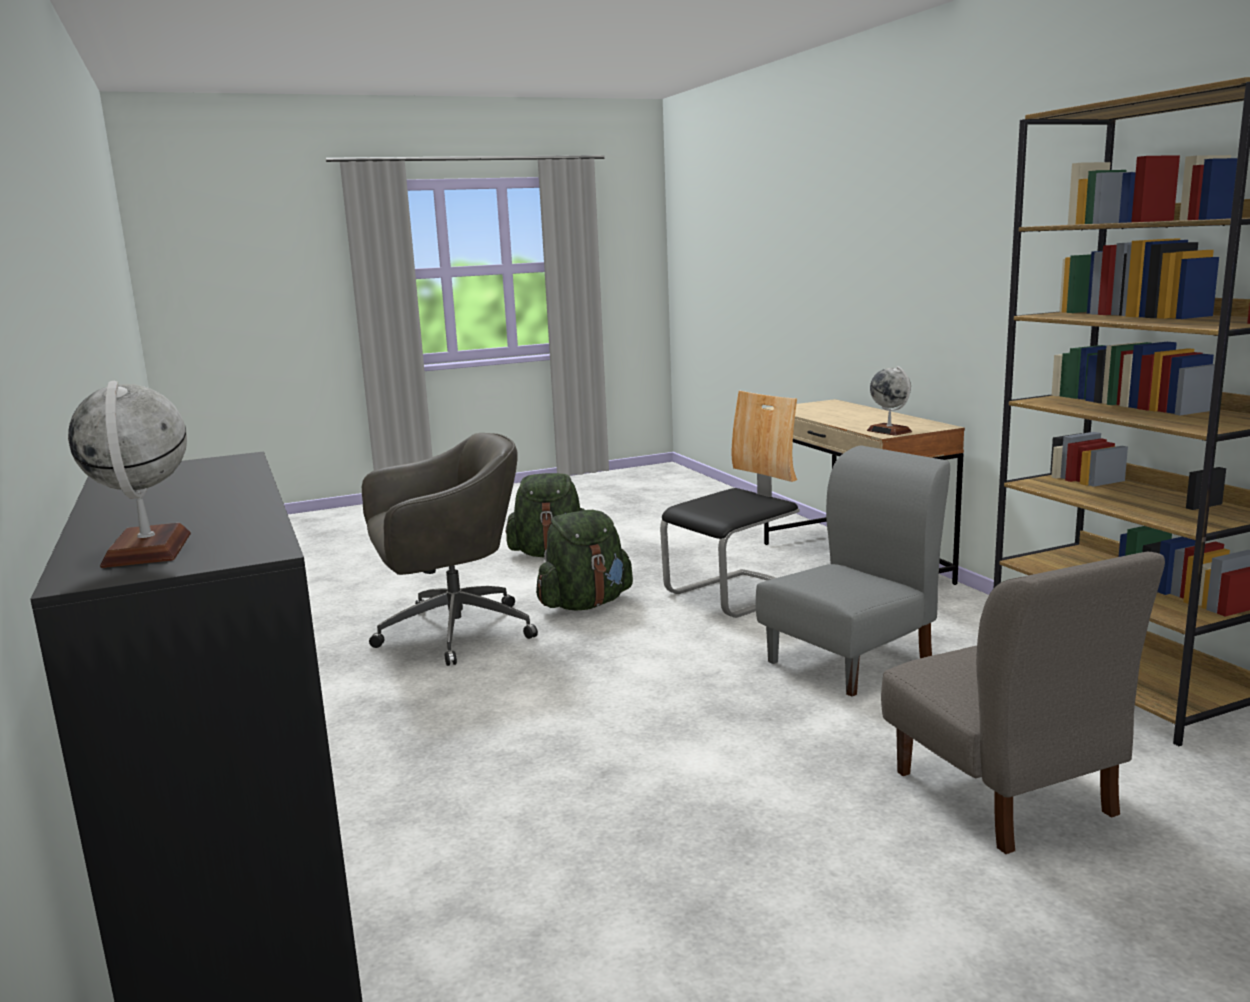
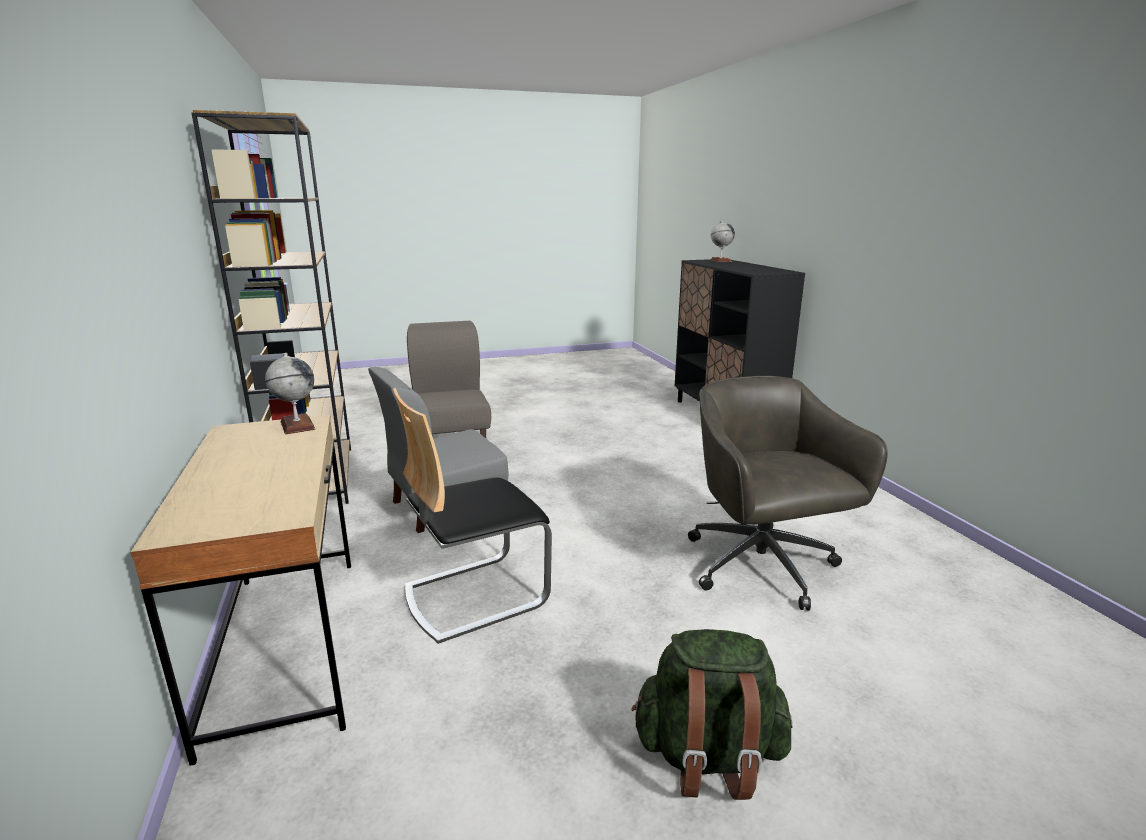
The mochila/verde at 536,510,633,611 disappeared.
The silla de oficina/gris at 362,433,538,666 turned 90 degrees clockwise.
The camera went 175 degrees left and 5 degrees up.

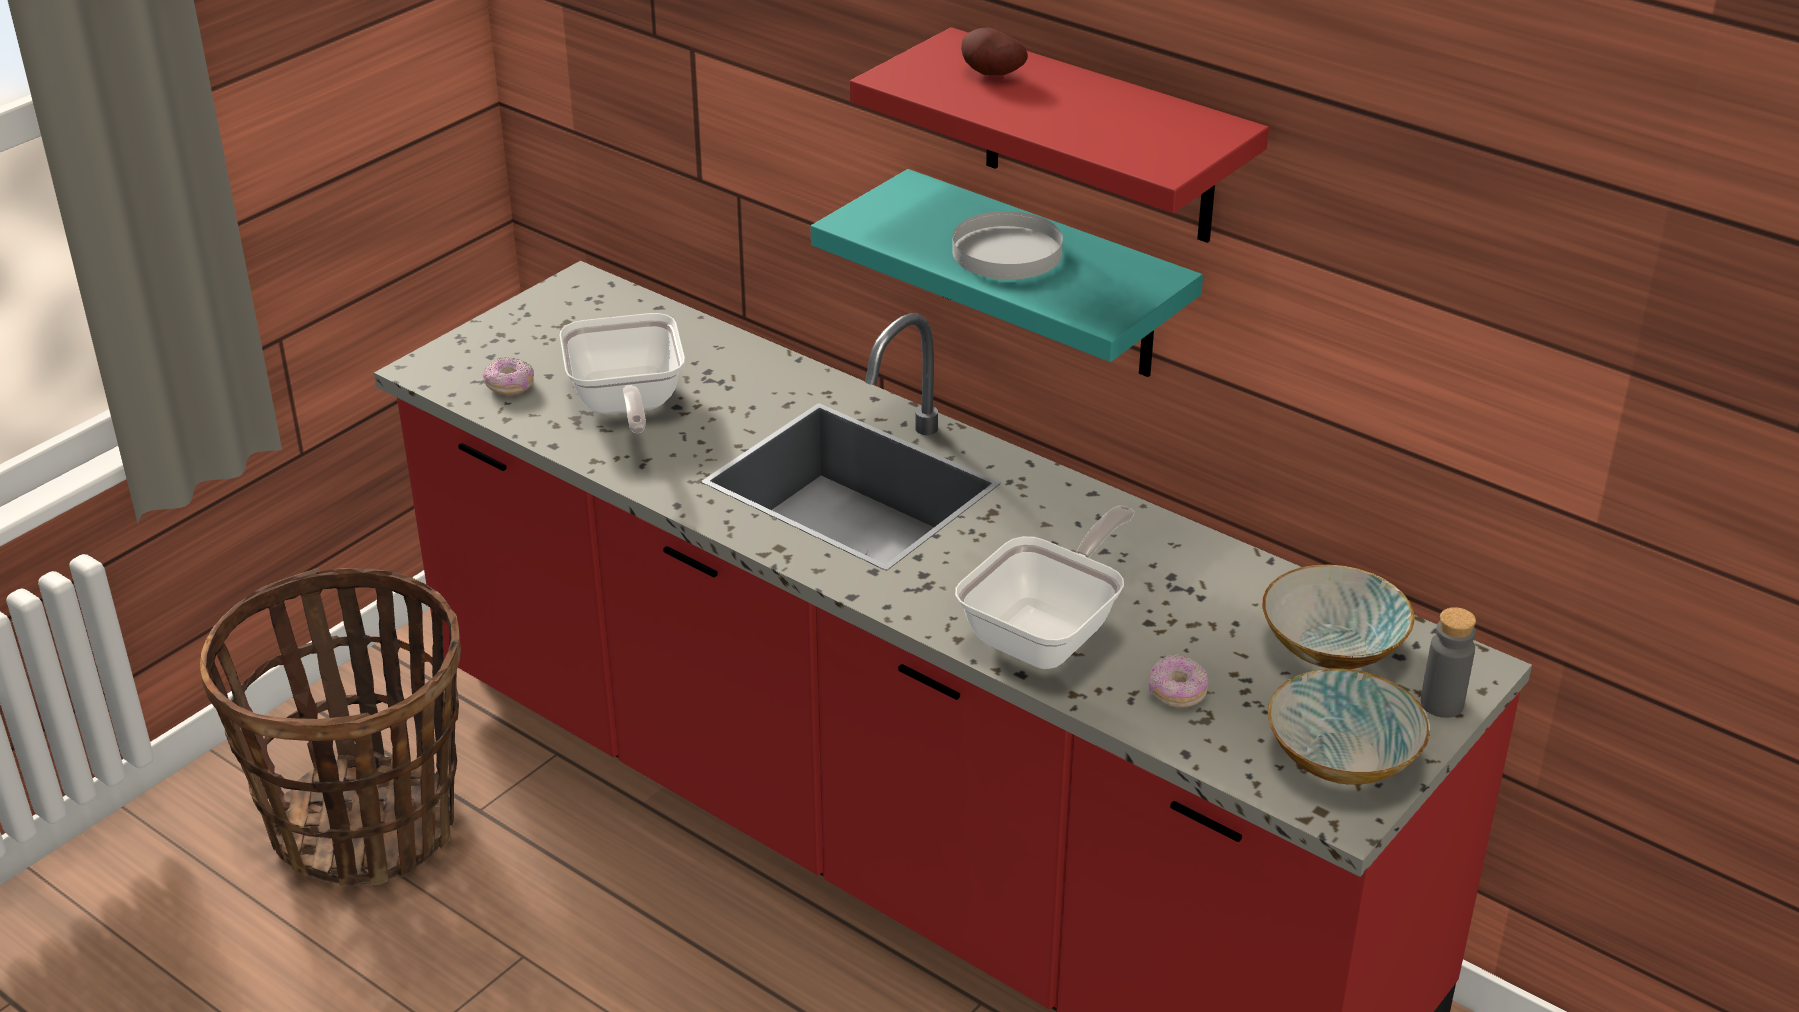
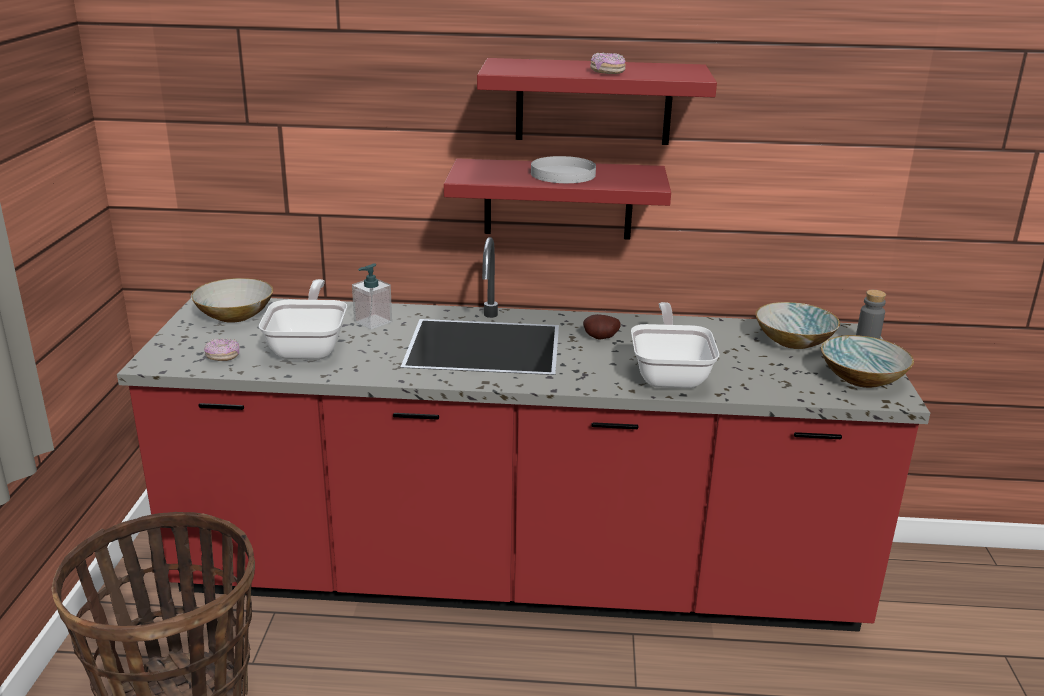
The cuenco at 191,278,273,323 appeared.
The dispensador de jabón at 352,263,392,330 appeared.
The patata moved from 961,28,1028,75 to 583,314,621,340.
The rosquilla moved from 1149,654,1208,708 to 590,53,626,74.
The estante/turquesa at 811,169,1203,377 became the estante/rojo at 444,158,671,240.
The sartén at 559,313,685,433 turned 135 degrees counterclockwise.
The camera went 35 degrees left and 10 degrees down.

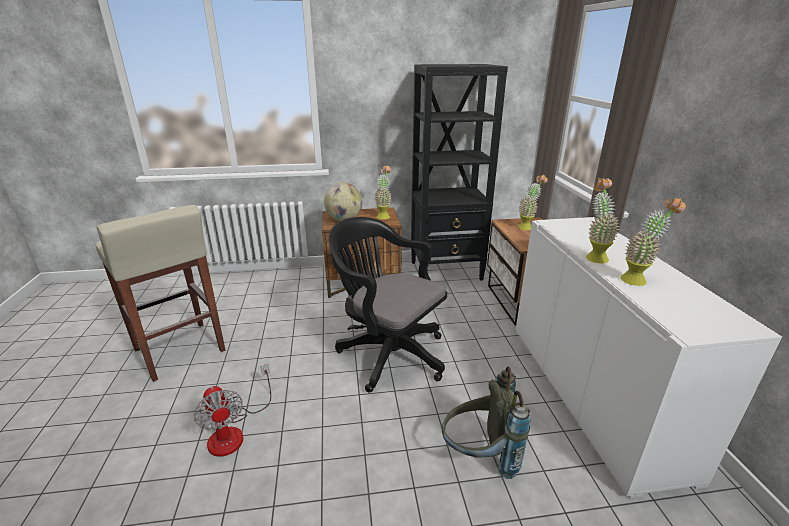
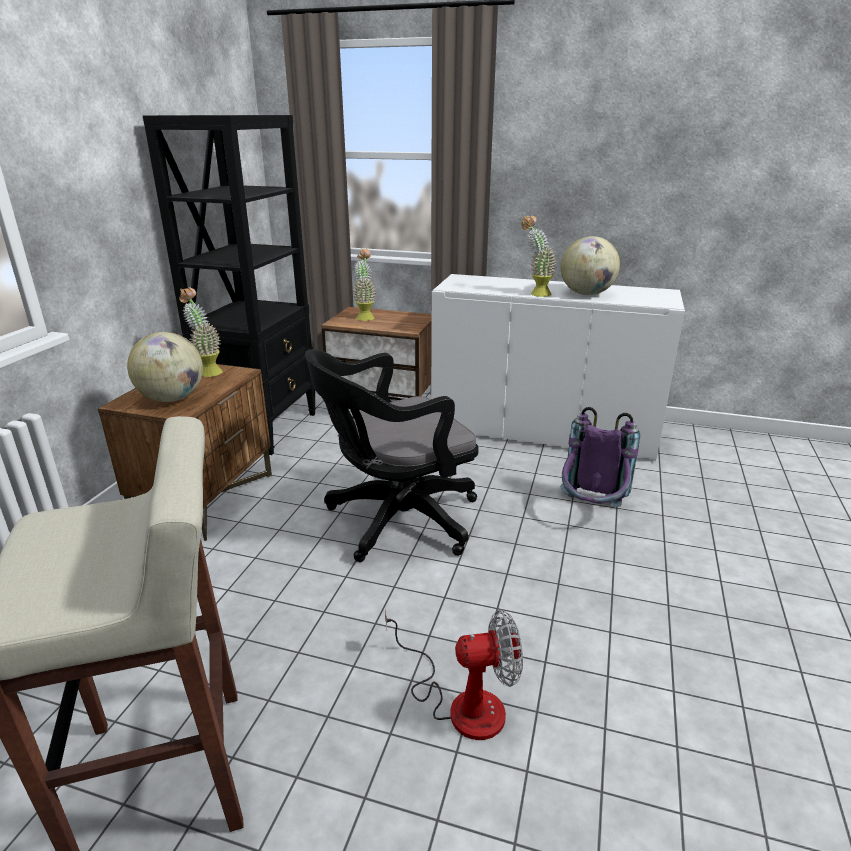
The planta en maceta at 620,198,686,286 was replaced by the globo terráqueo at 561,236,620,295.
The mochila/gris at 442,366,531,479 became the mochila/morado at 560,407,640,507.
The camera went 65 degrees left and 0 degrees up.

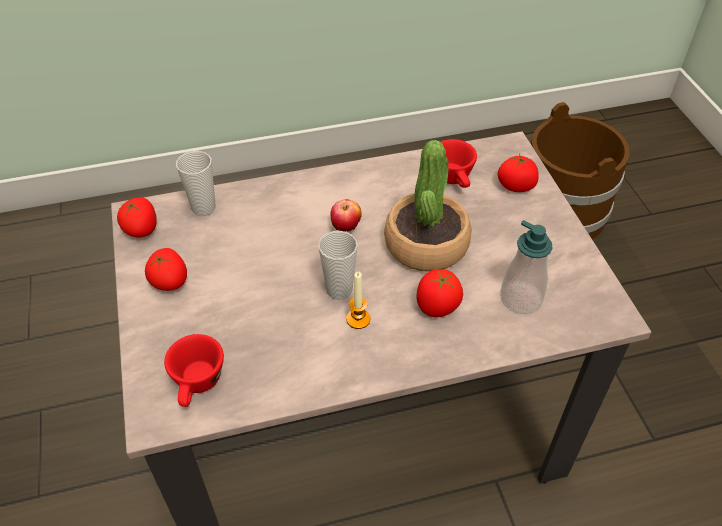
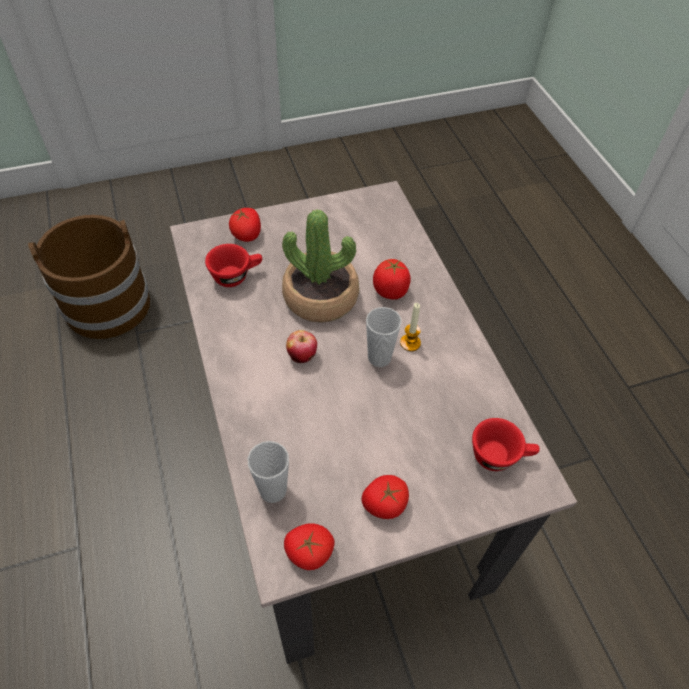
The dispensador de jabón at 500,220,553,314 disappeared.
The camera went 95 degrees left and 5 degrees up.

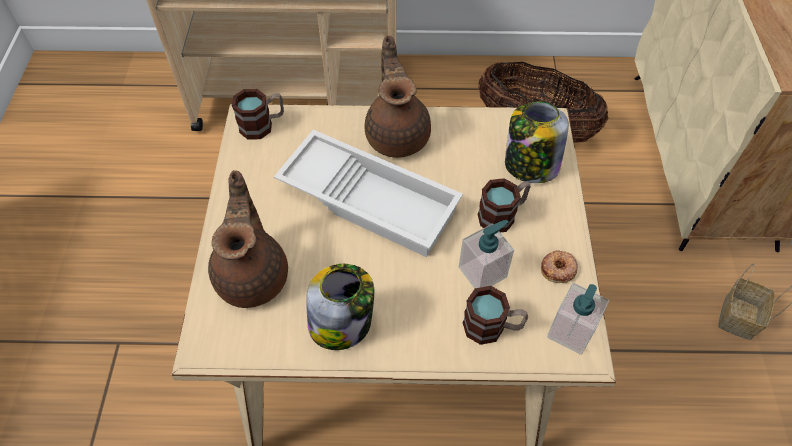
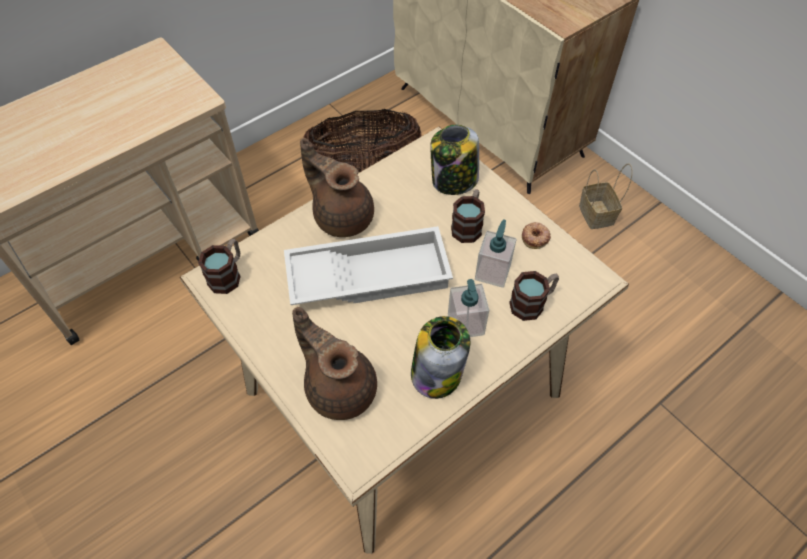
The dispensador de jabón moved from 547,283,609,355 to 448,279,489,337.
The camera went 40 degrees left and 0 degrees up.

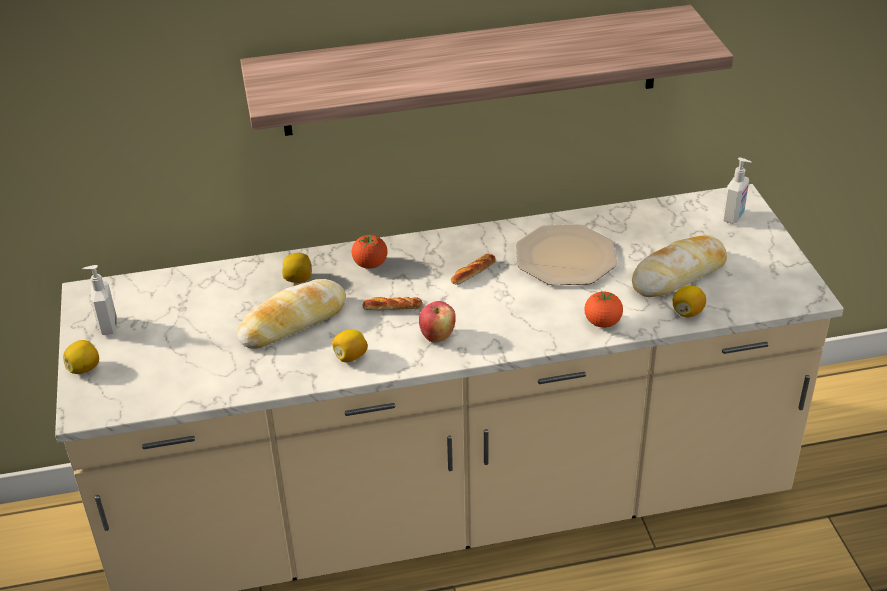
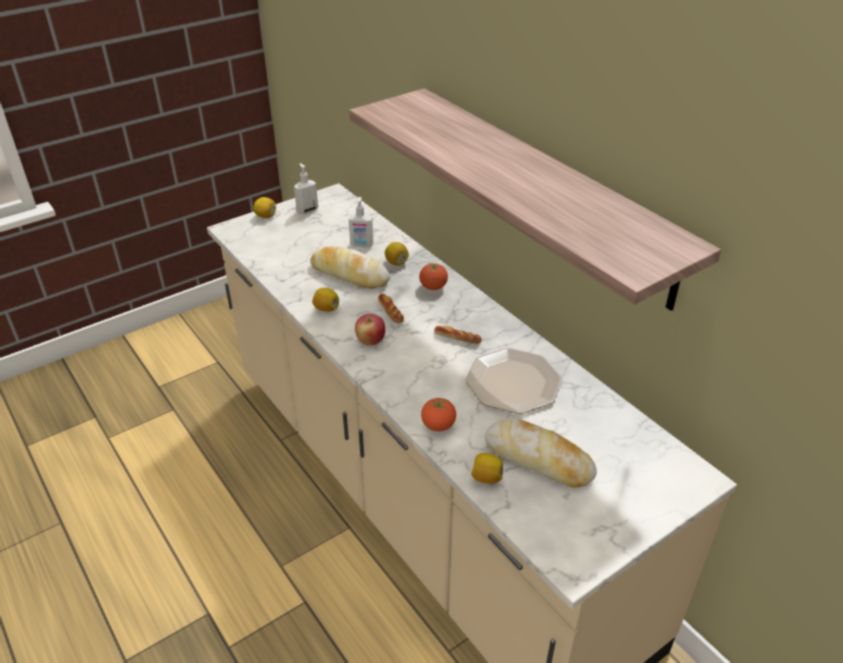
The dispensador de jabón moved from 723,158,751,224 to 349,197,373,248.
The camera went 65 degrees right and 0 degrees up.

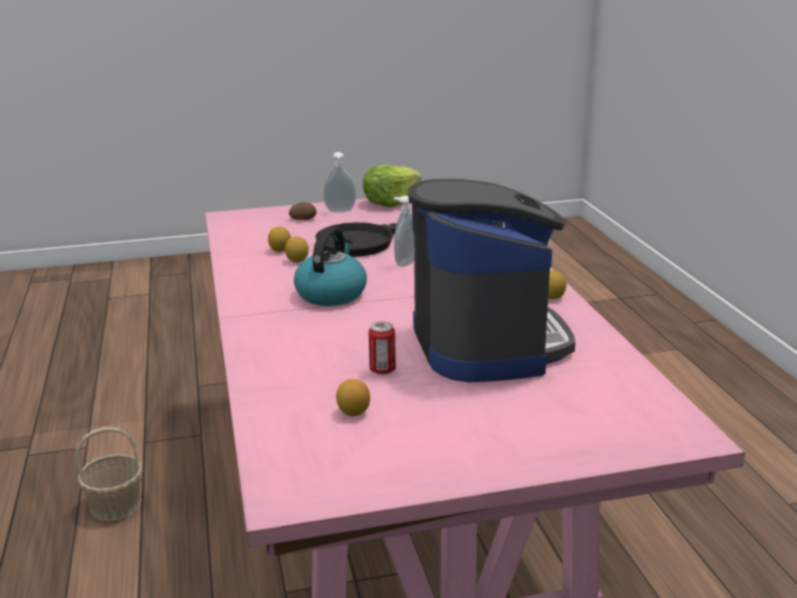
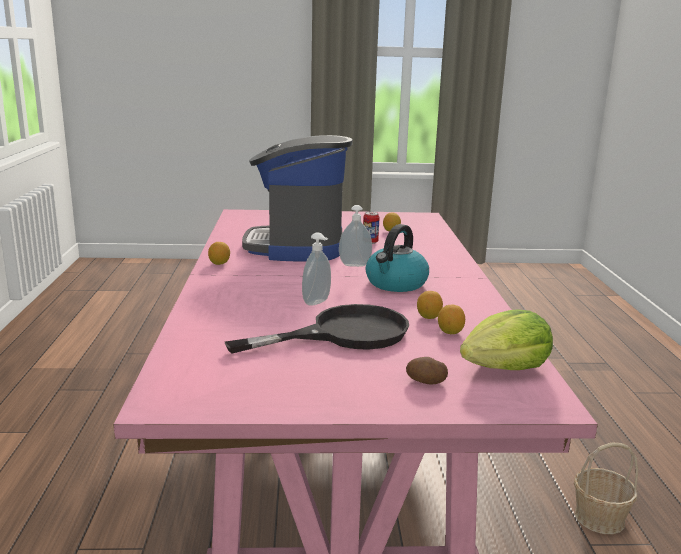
The dispensador de jabón moved from 324,152,356,212 to 339,205,372,267.
The lechuga moved from 363,165,421,207 to 460,309,553,370.
The camera went 170 degrees left and 5 degrees down.

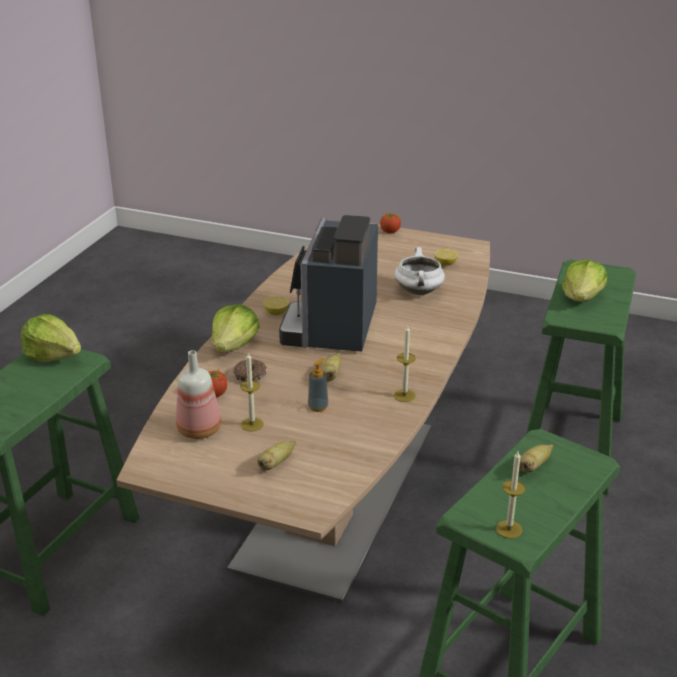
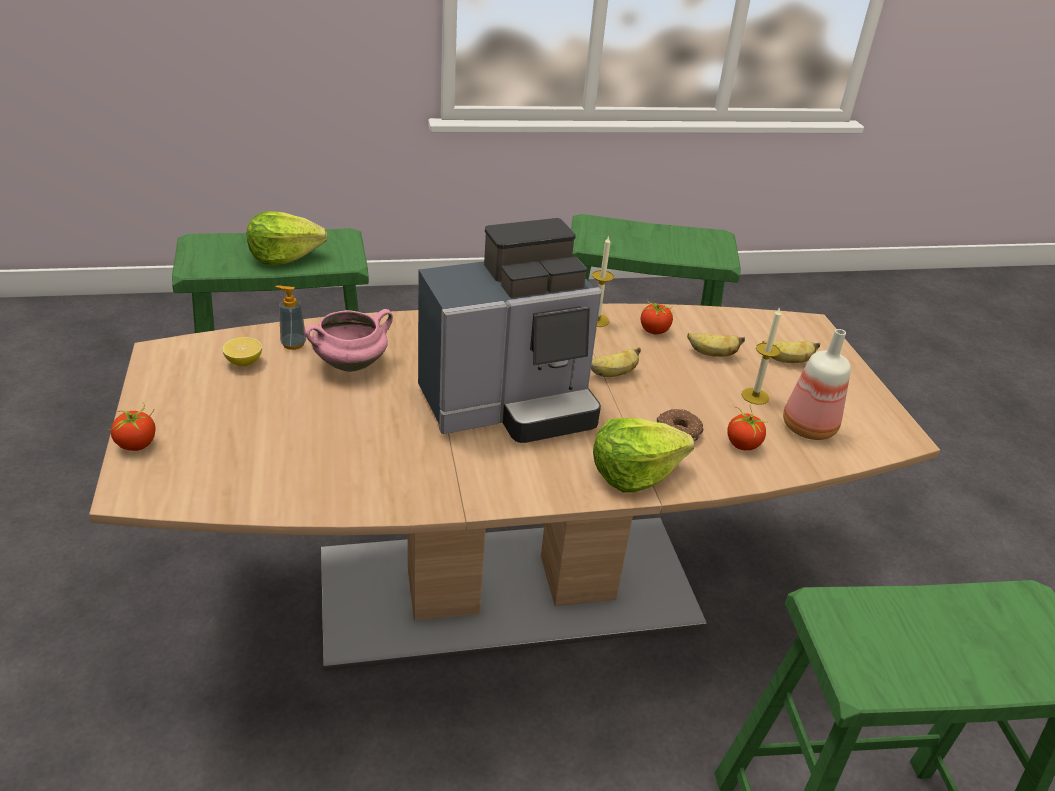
The lechuga at 20,314,81,362 disappeared.
The limón at 263,296,289,315 disappeared.
The vela at 496,452,526,539 disappeared.
The tomate at 641,302,673,335 appeared.
The dispensador de jabón moved from 308,358,328,412 to 275,286,306,350.
The plátano moved from 519,444,554,473 to 687,333,745,357.
The olla/blanco at 394,247,445,295 became the olla/rosa at 304,309,393,372.
The camera went 125 degrees left and 5 degrees up.

